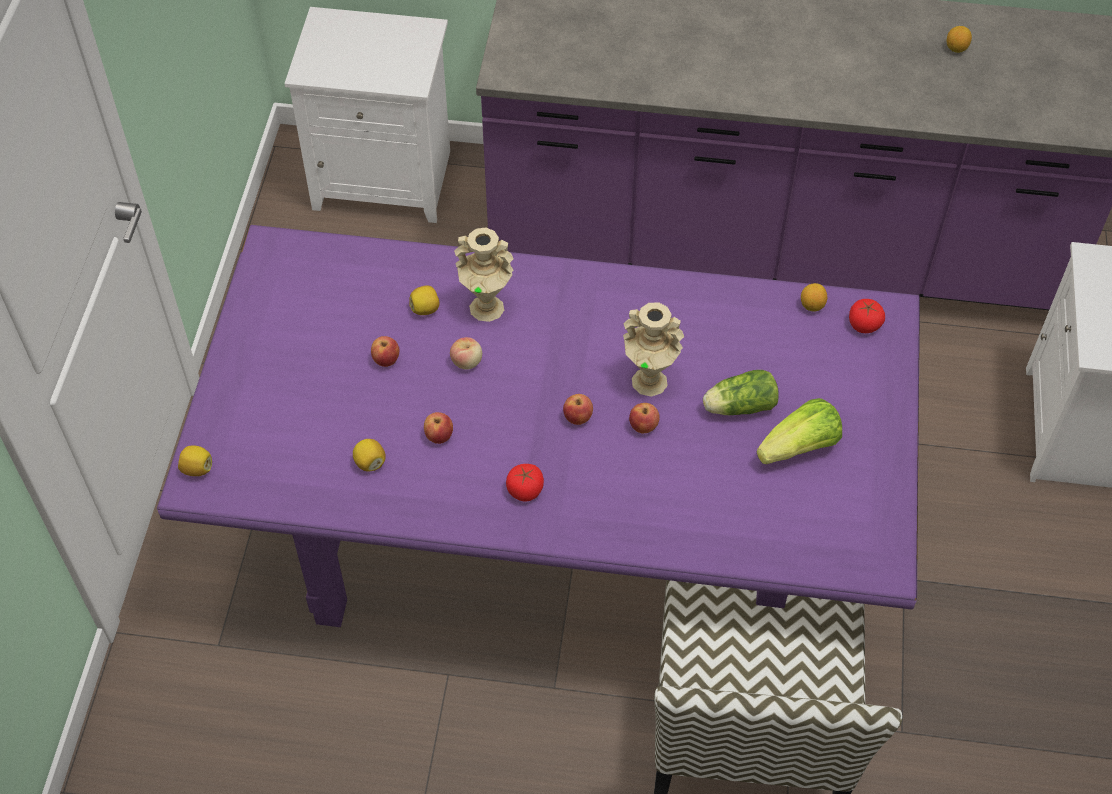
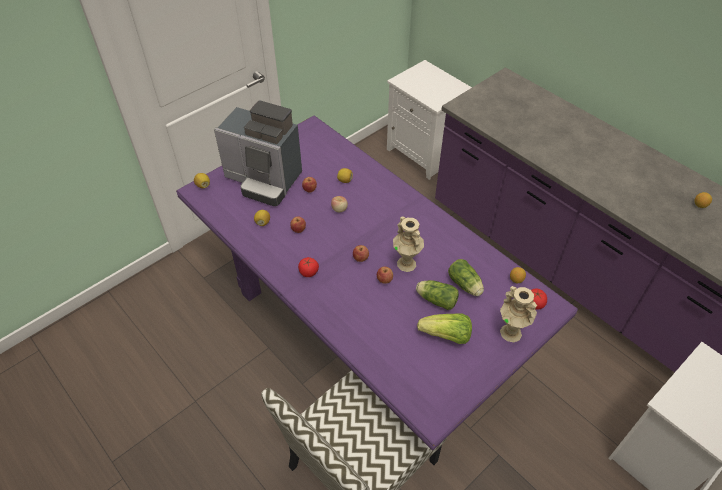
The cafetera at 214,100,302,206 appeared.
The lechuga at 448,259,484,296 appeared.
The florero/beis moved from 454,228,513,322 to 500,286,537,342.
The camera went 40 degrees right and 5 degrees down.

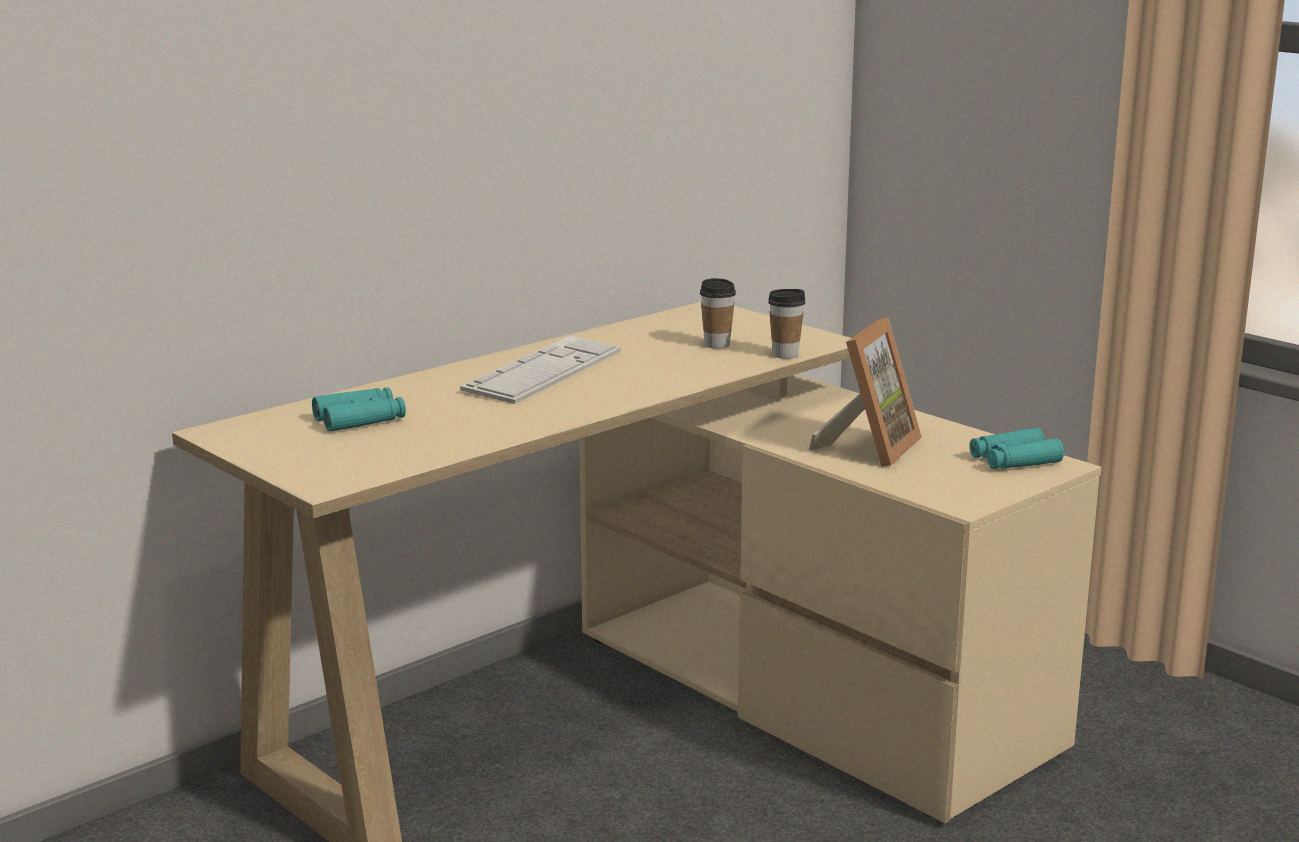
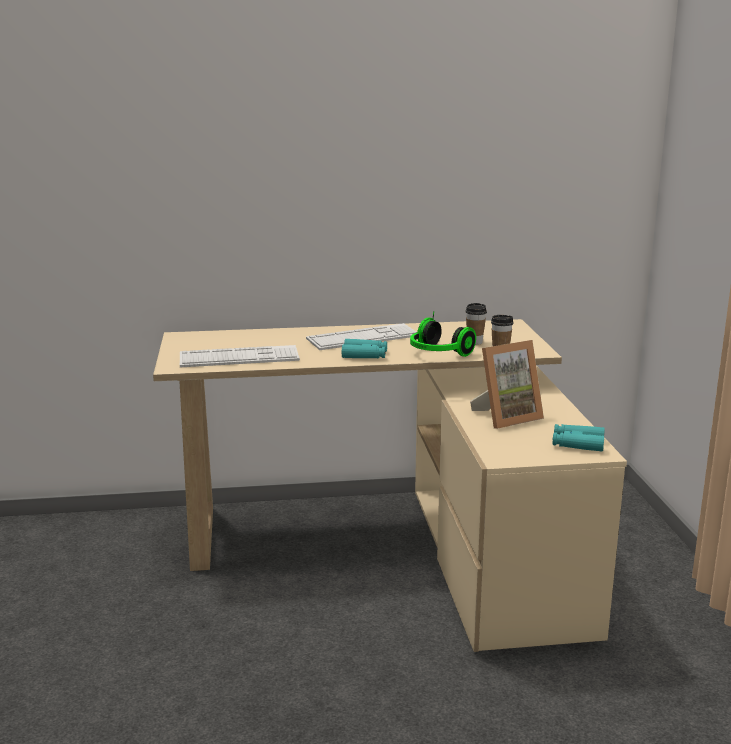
The teclado at 180,345,300,367 appeared.
The auriculares at 410,311,476,357 appeared.
The prismáticos/turquesa moved from 312,387,406,432 to 342,339,387,358.
The camera went 35 degrees right and 0 degrees up.

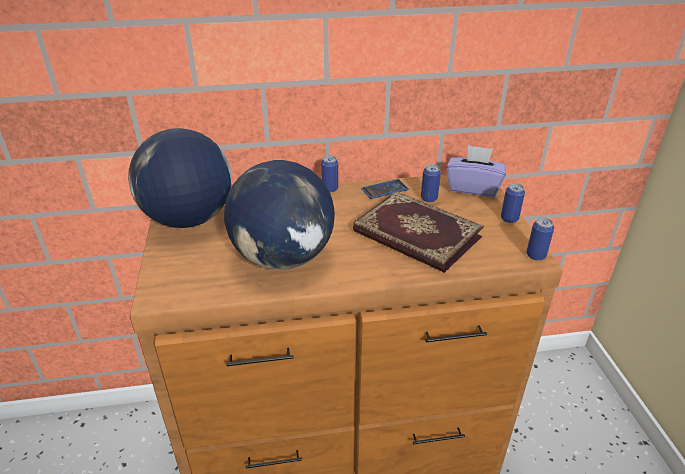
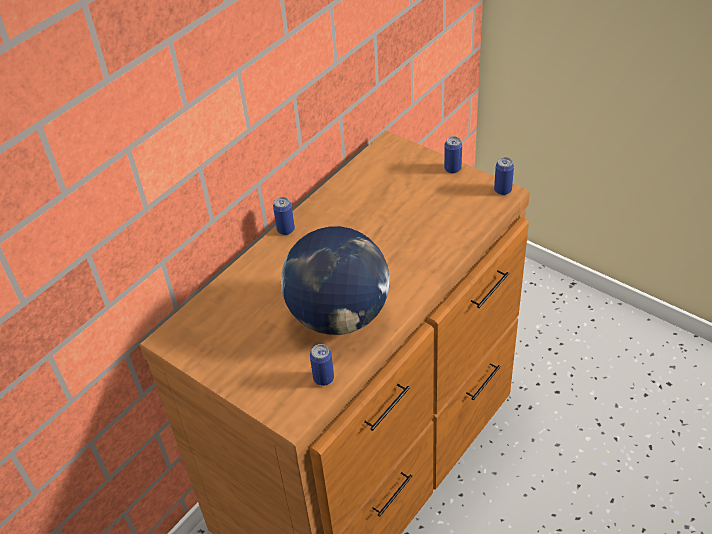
The globo terráqueo at 128,128,232,228 disappeared.
The libro at 353,191,484,273 disappeared.
The móvil at 361,179,409,199 disappeared.
The caja de pañuelos/morado at 446,145,506,197 disappeared.
The lata moved from 421,164,441,202 to 310,344,334,386.
The camera went 40 degrees left and 10 degrees up.

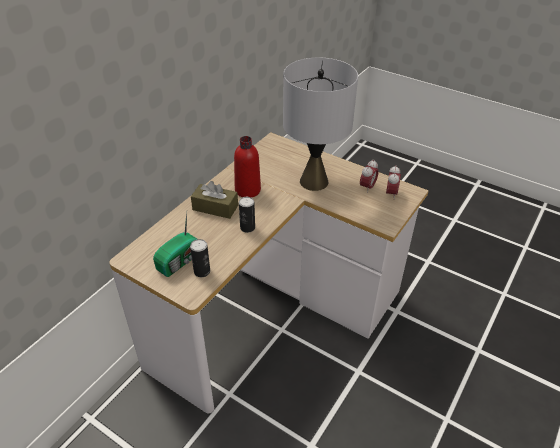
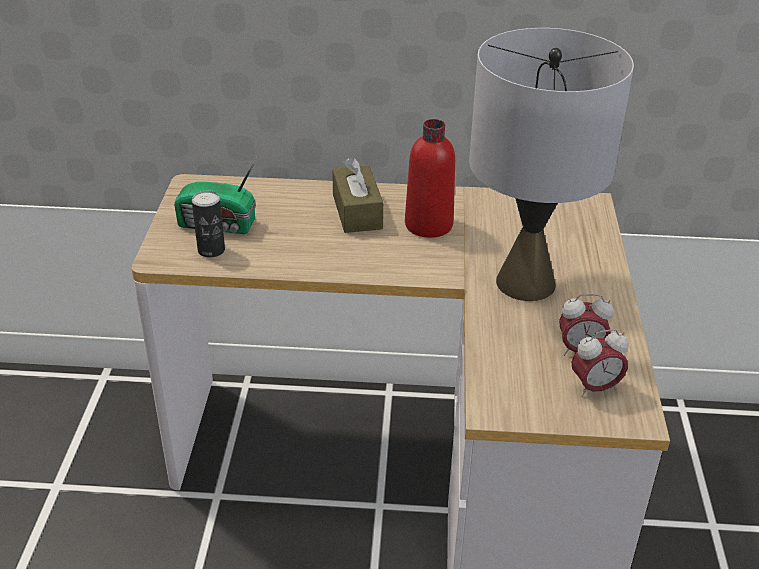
The lata at 239,197,255,233 disappeared.
The camera went 60 degrees right and 5 degrees down.

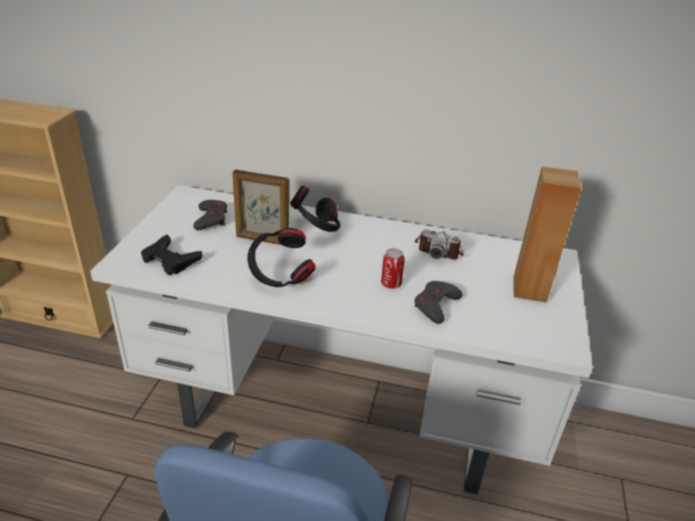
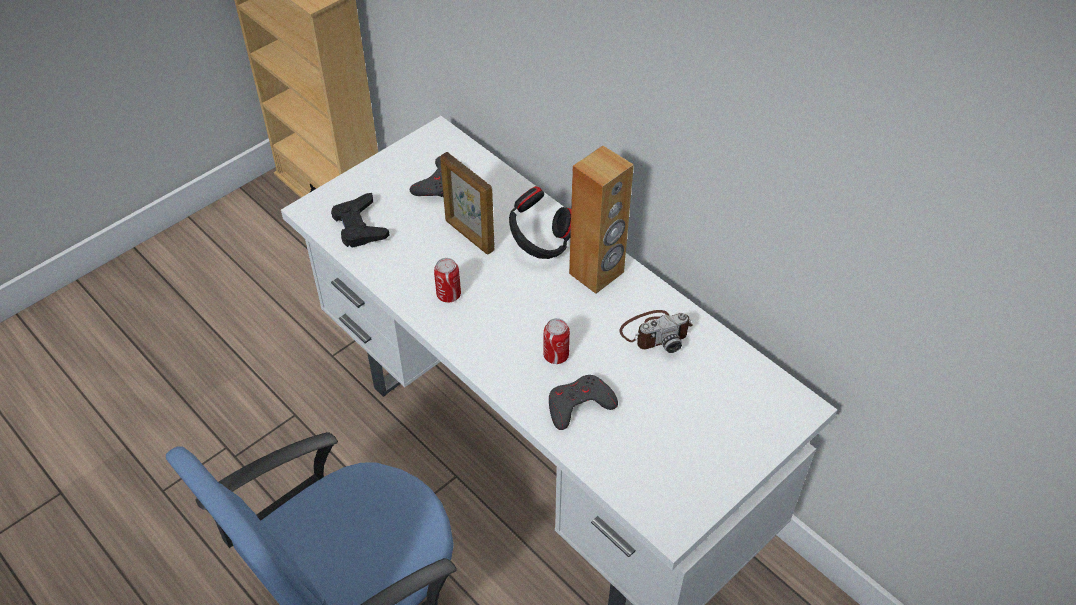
The altavoz/marrón moved from 514,167,581,303 to 569,146,634,294.
The auriculares/negro at 247,228,316,287 was replaced by the lata at 434,258,461,303.
The cámara at 415,229,463,259 turned 75 degrees counterclockwise.
The camera went 35 degrees right and 15 degrees up.

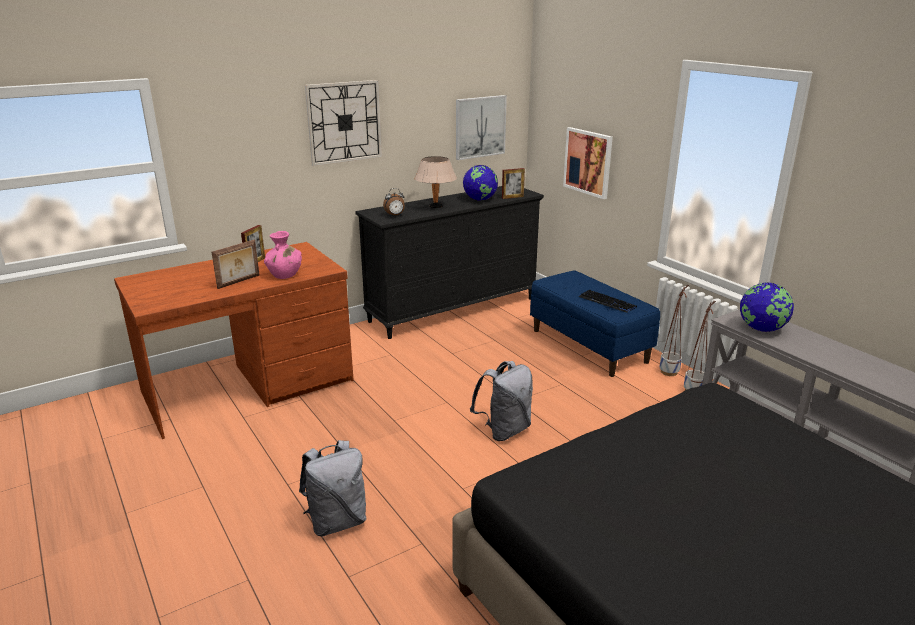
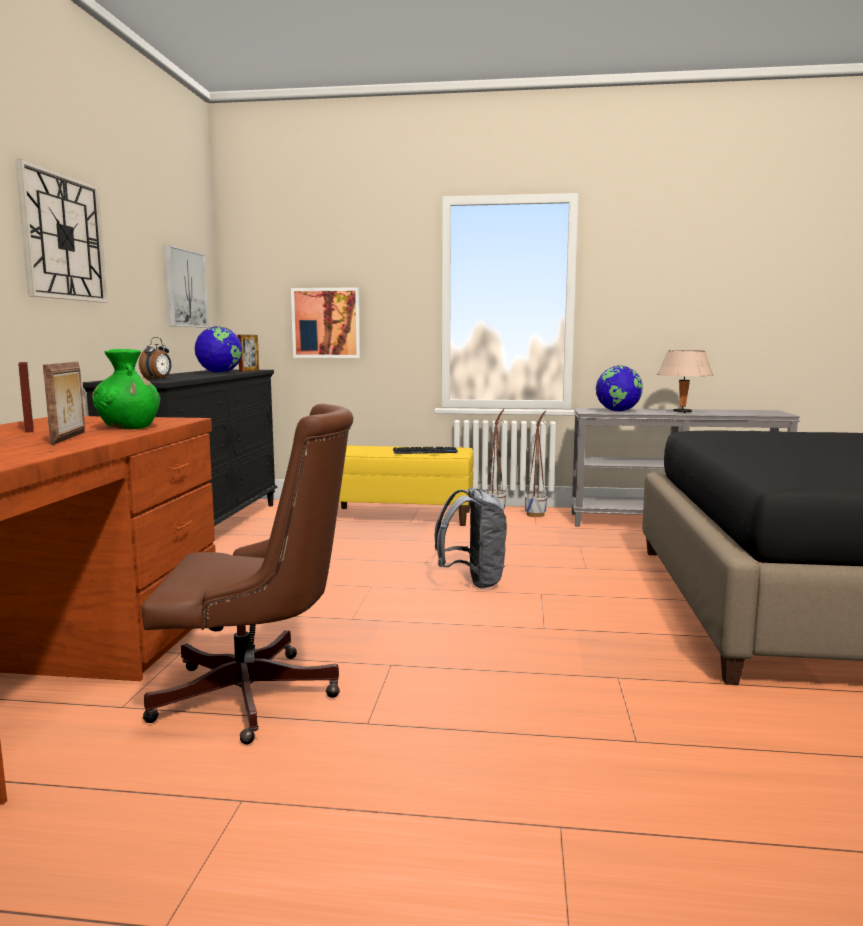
The mochila/gris at 299,440,366,536 disappeared.
The silla de oficina/marrón at 141,403,353,745 appeared.
The lámpara de mesa/beis moved from 415,156,457,208 to 657,350,713,413.
The florero/rosa at 264,231,302,279 became the florero/verde at 92,349,160,429.
The banco/azul at 530,270,660,377 became the banco/amarillo at 339,446,474,526.
The camera went 50 degrees left and 15 degrees down.

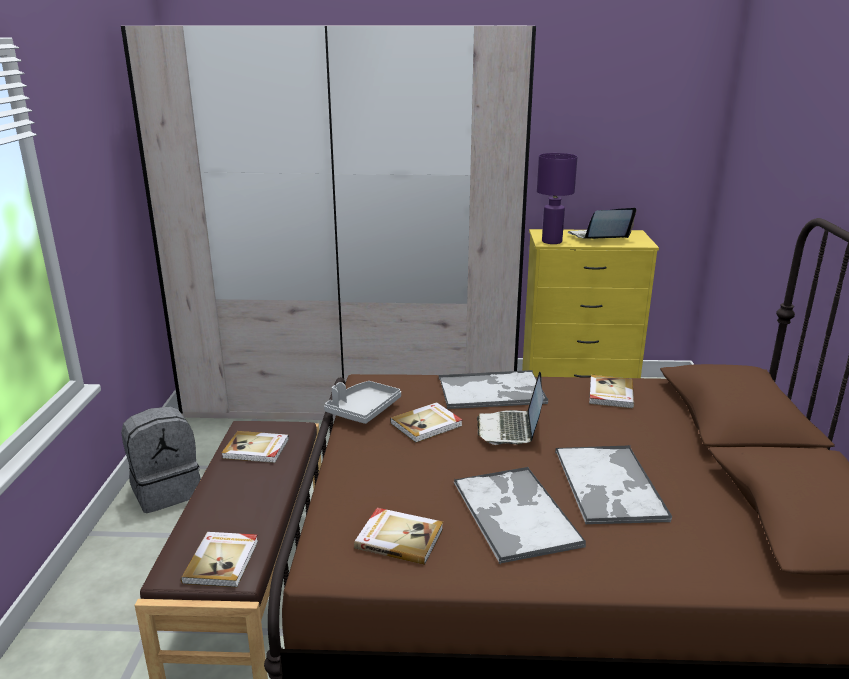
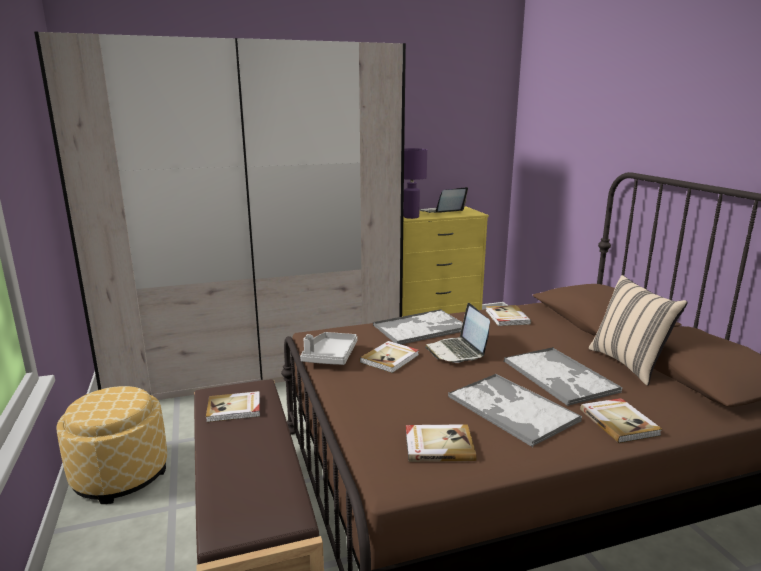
The cojín/beis at 589,275,688,386 appeared.
The libro moved from 181,532,258,587 to 580,398,662,443.
The mochila/gris at 121,406,201,513 was replaced by the puf at 56,386,167,504.
The camera went 20 degrees left and 5 degrees down.

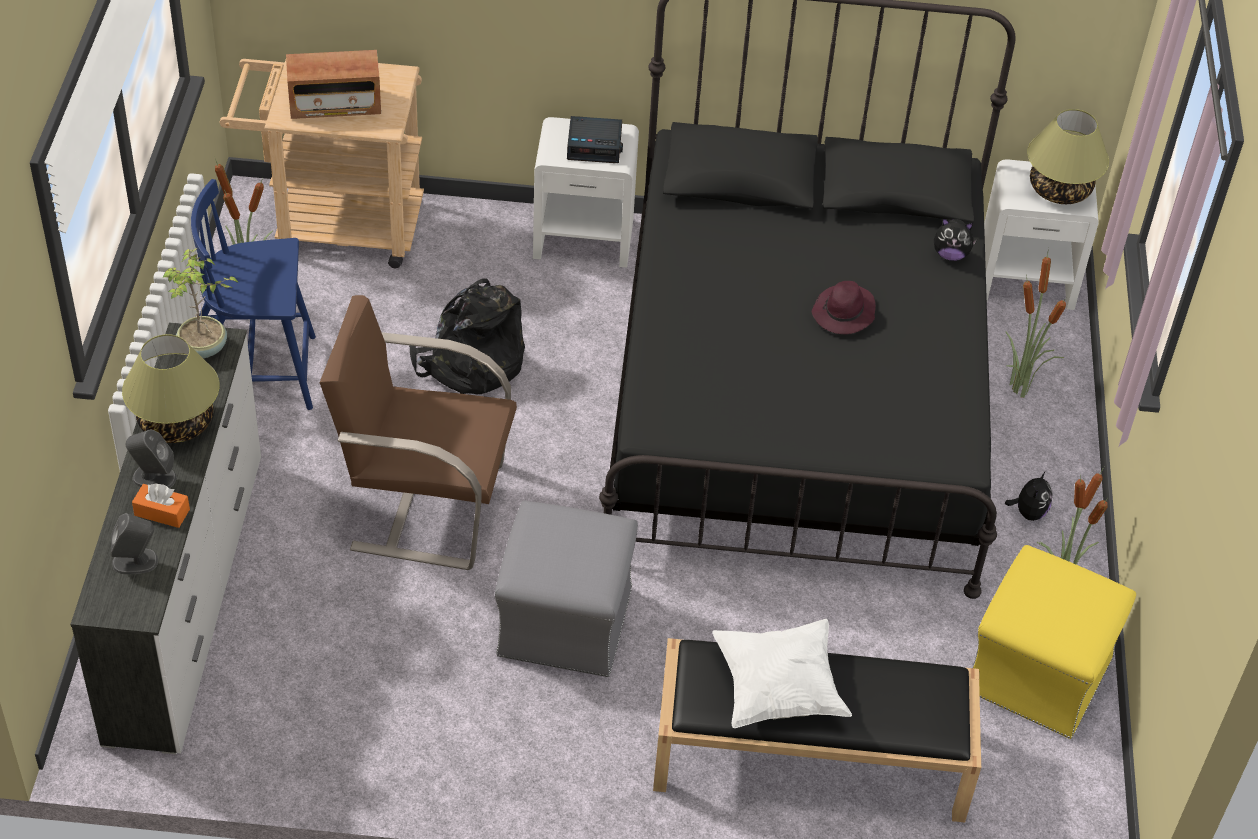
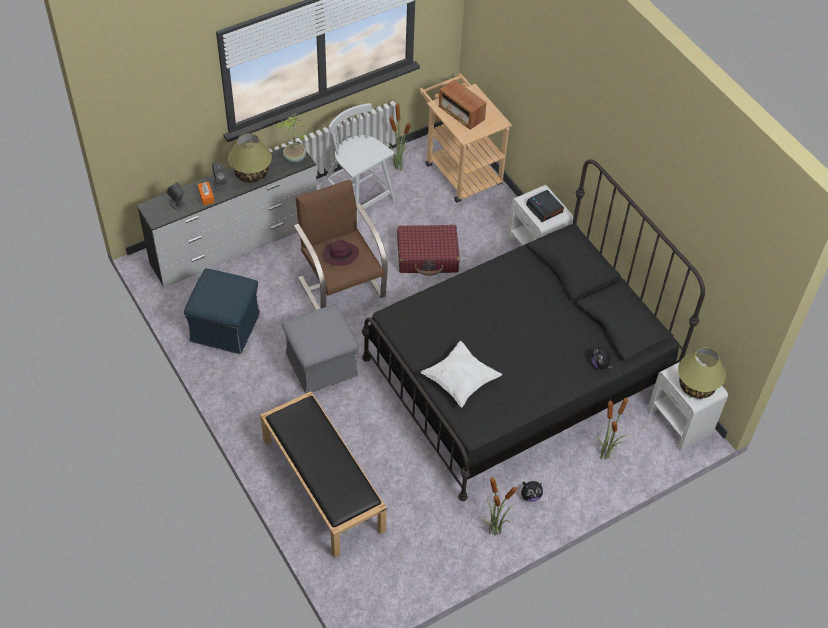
The puf/amarillo at 973,545,1136,739 disappeared.
The puf/azul at 184,268,260,355 appeared.
The cojín/blanco moved from 712,619,852,728 to 421,341,502,408.
The sombrero/morado moved from 812,281,876,334 to 323,240,359,266.
The mochila/negro at 409,278,525,394 was replaced by the maleta/rojo at 397,225,460,276.
The silla/azul at 191,179,316,410 became the silla/blanco at 320,103,395,223.
The camera went 55 degrees right and 5 degrees up.

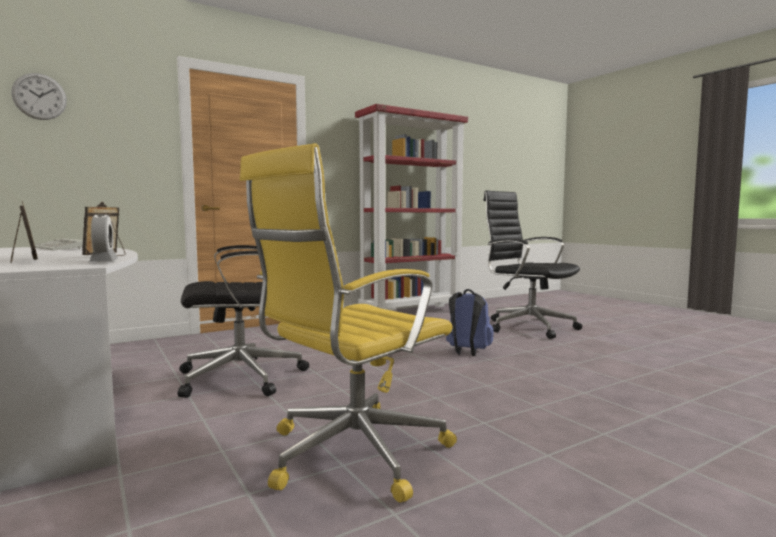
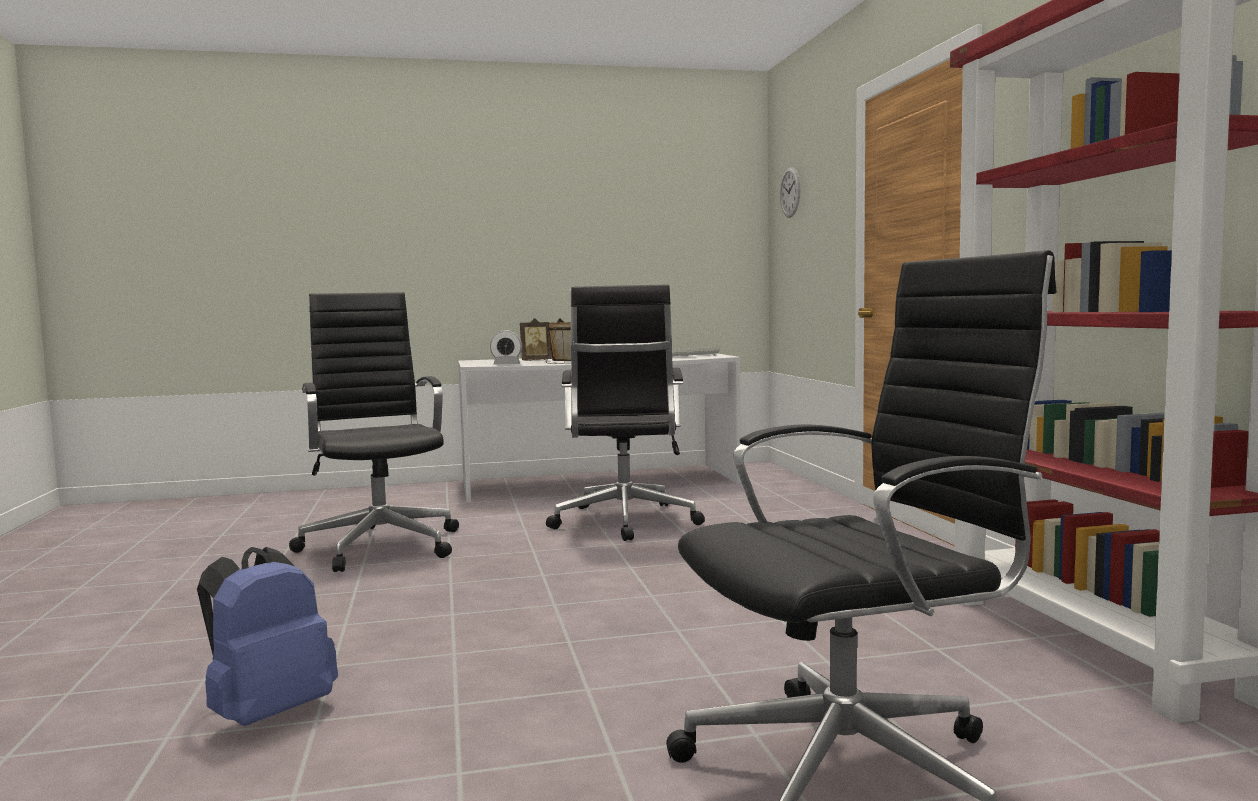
The mochila/azul moved from 446,289,494,356 to 197,547,338,726.
The silla de oficina/amarillo at 239,143,457,503 became the silla de oficina/negro at 289,292,459,572.
The camera went 110 degrees right and 0 degrees up.

